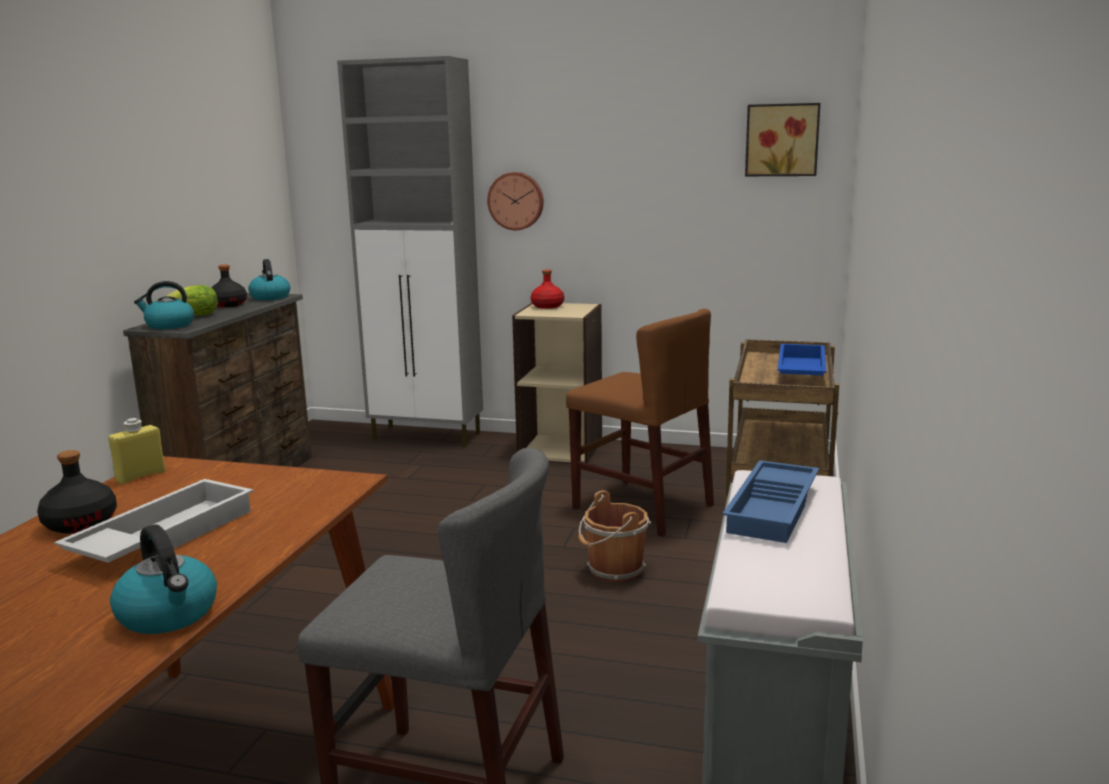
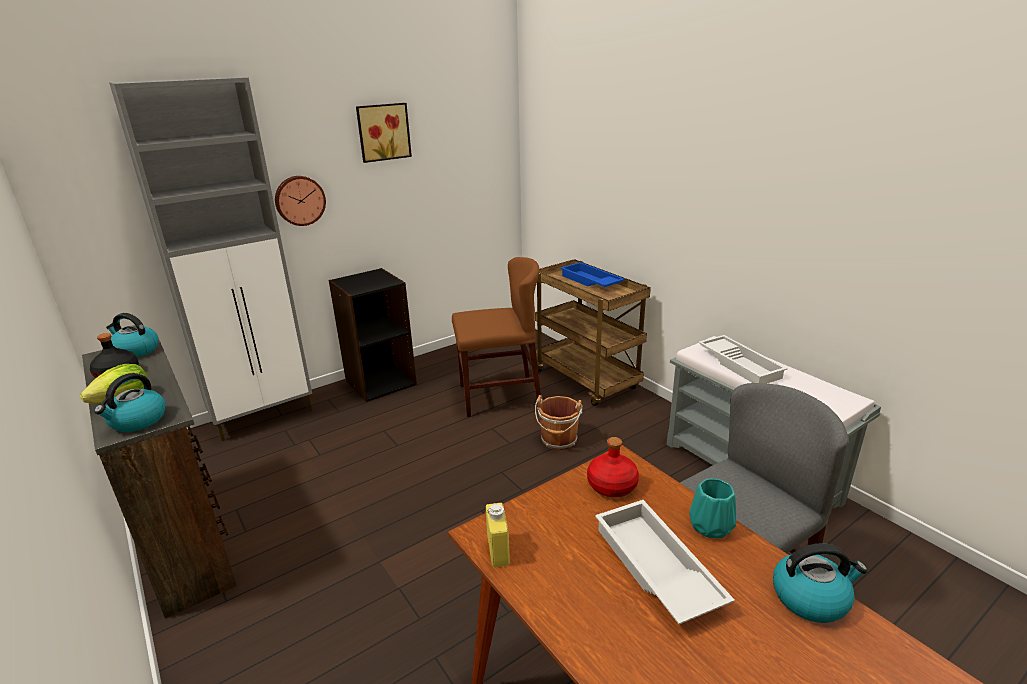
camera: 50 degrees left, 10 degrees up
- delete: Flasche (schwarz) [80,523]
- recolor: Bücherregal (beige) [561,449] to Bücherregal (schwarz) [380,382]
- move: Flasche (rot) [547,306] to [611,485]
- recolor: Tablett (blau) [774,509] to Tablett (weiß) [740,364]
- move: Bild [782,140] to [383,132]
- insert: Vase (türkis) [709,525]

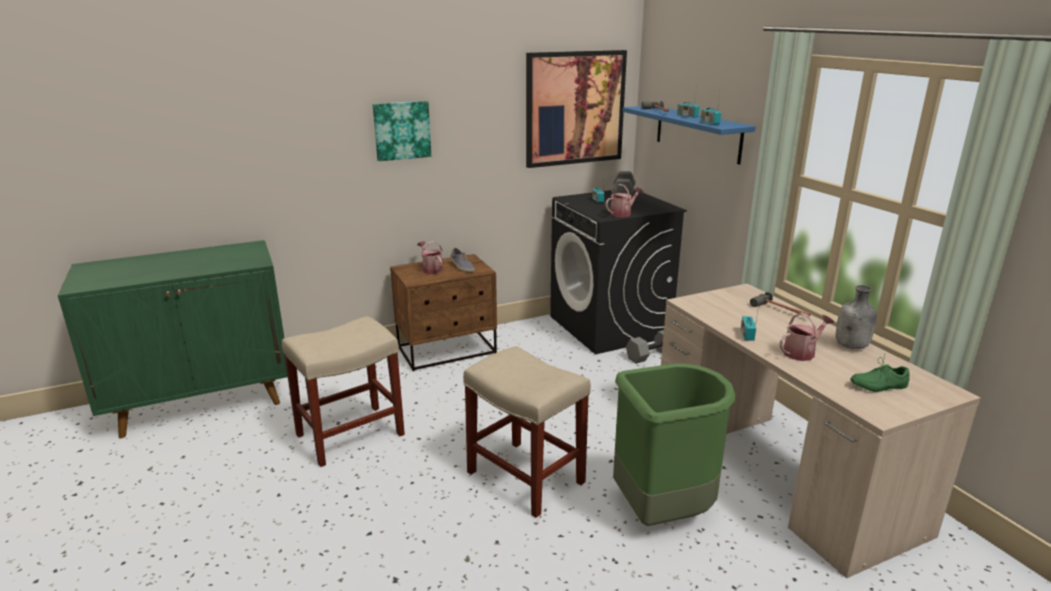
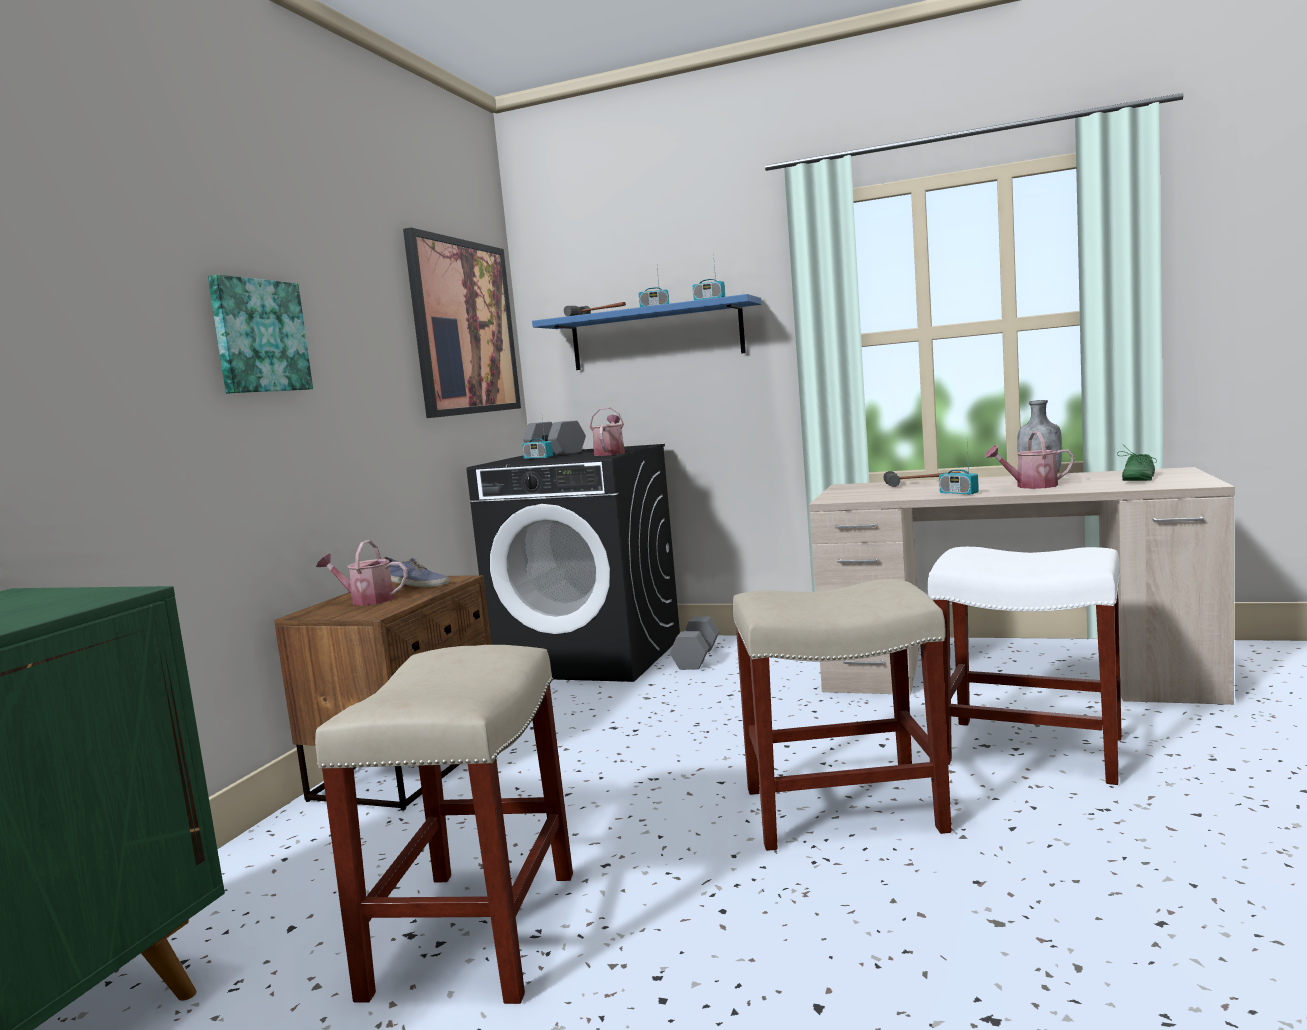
camera: 45 degrees left, 15 degrees down
- replace: Mülleimer (grün) [662,512] to Hocker (weiß) [1028,750]
- rotate: Gießkanne [802,352] = [1031,486] 105 degrees counterclockwise

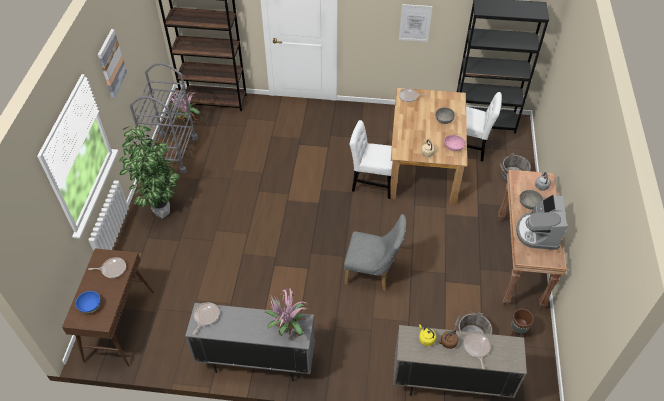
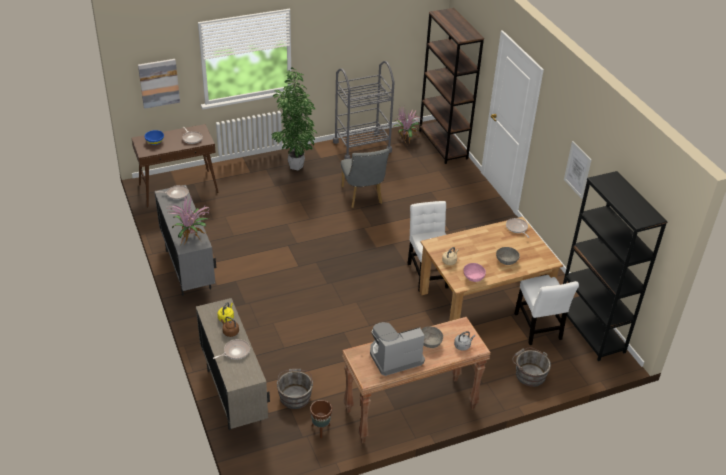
camera: 60 degrees right, 10 degrees down
- move: Bild [111,63] to [159,83]
- move: Stuhl (grau) [372,273] to [363,197]

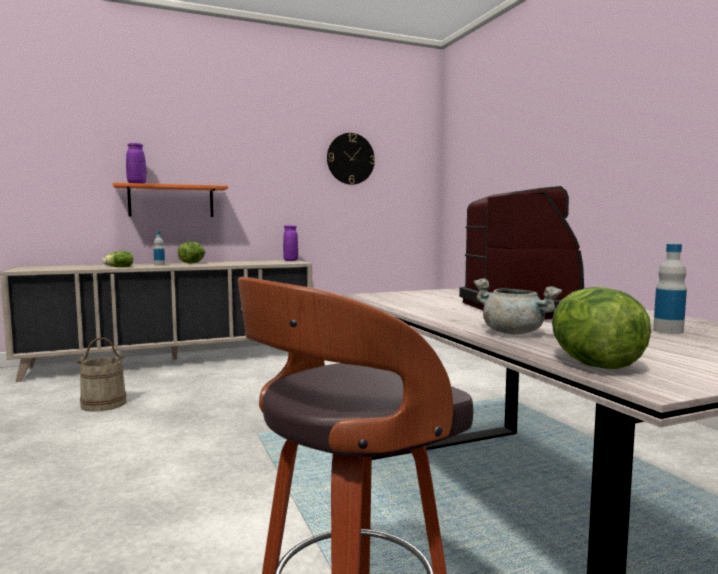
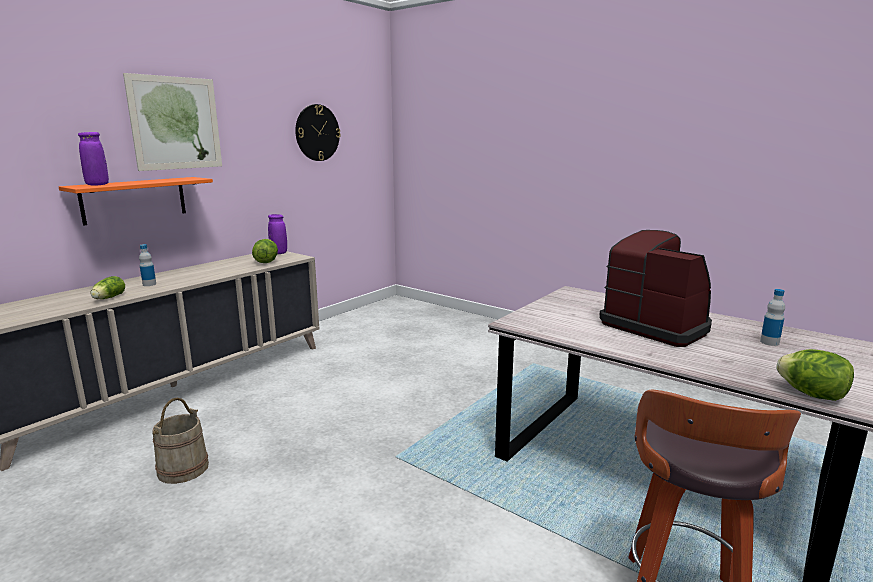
camera: 30 degrees left, 10 degrees up
- move: Salatkopf [192,263] to [266,262]
- delete: Kochtopf (grau) [514,333]
- insert: Bild [176,123]

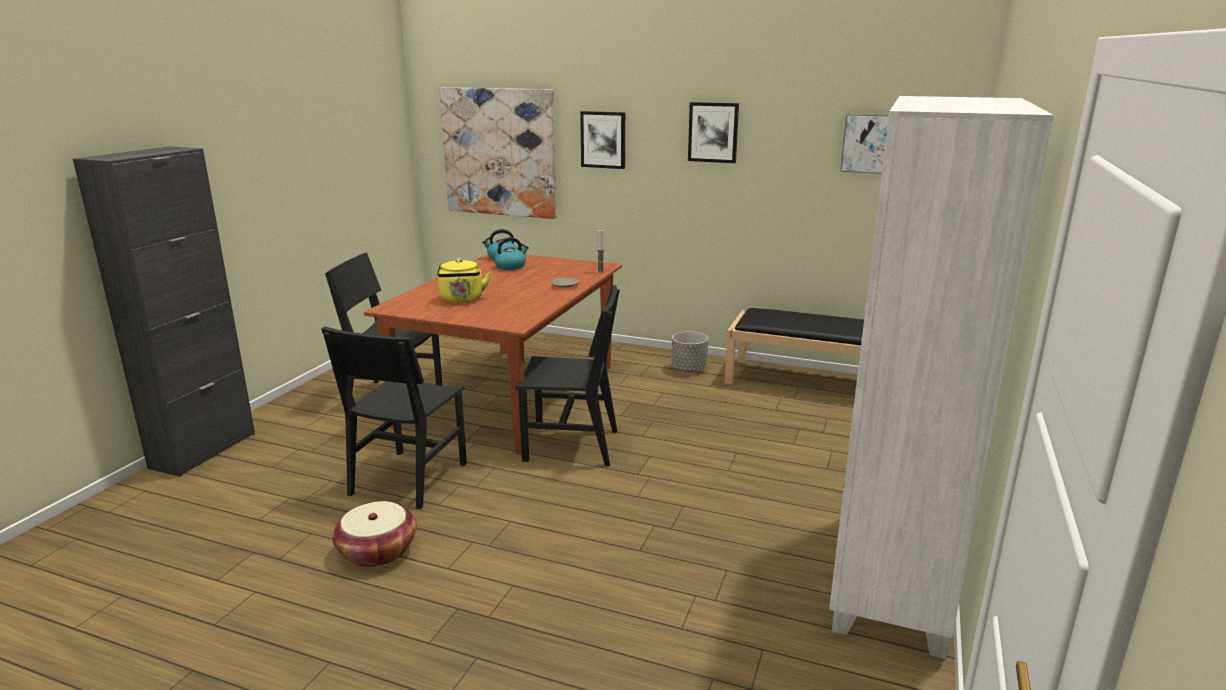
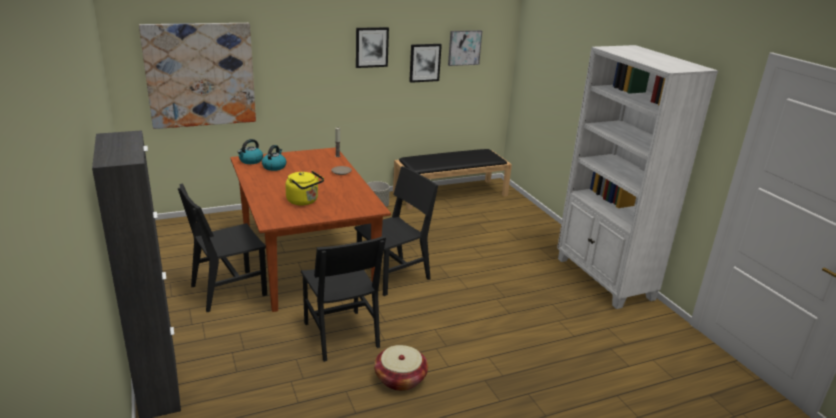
camera: 45 degrees left, 5 degrees up
- move: Bild [603,139] to [424,62]

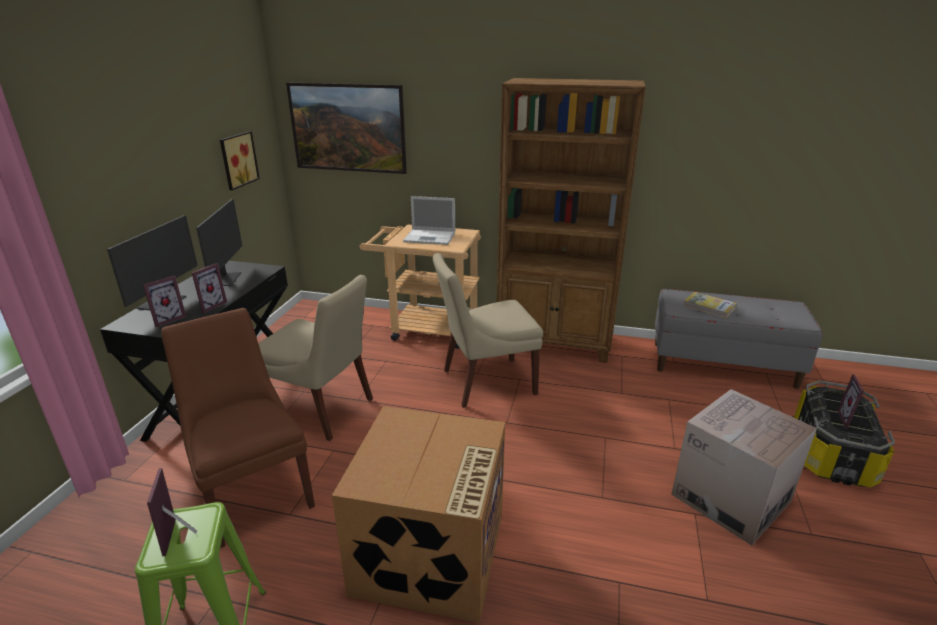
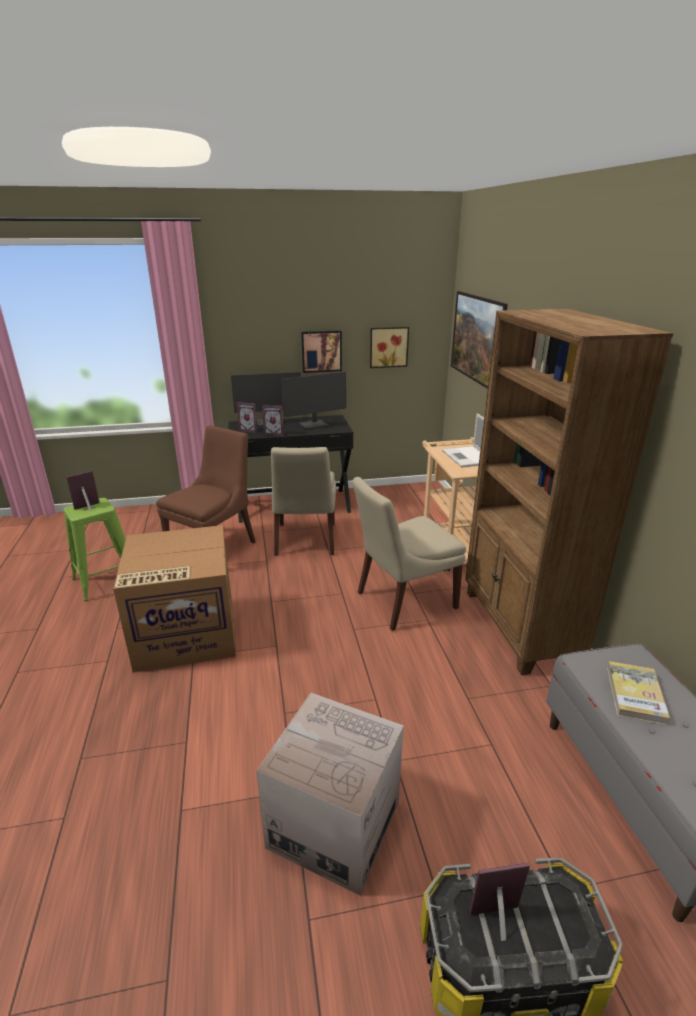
camera: 65 degrees right, 0 degrees up
- rotate: Stuhl (beige) [485,382] = [403,601] 75 degrees counterclockwise
- insert: Bild [321,351]

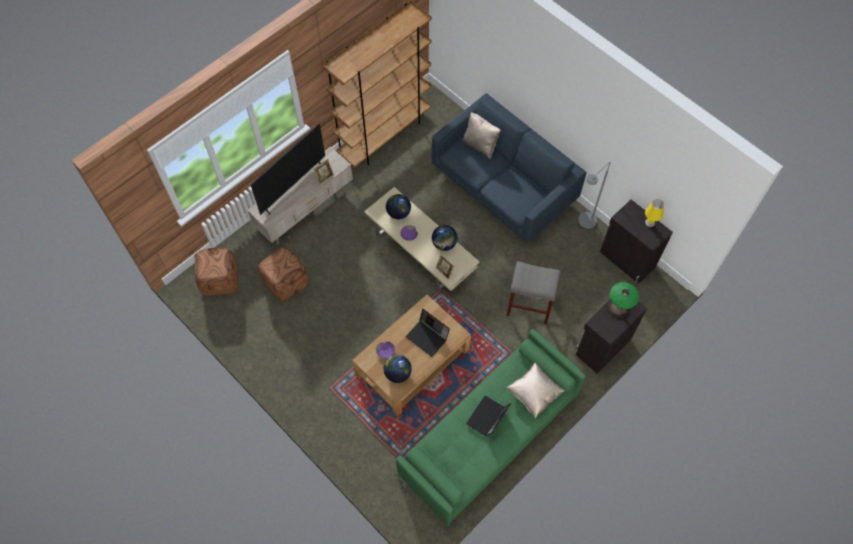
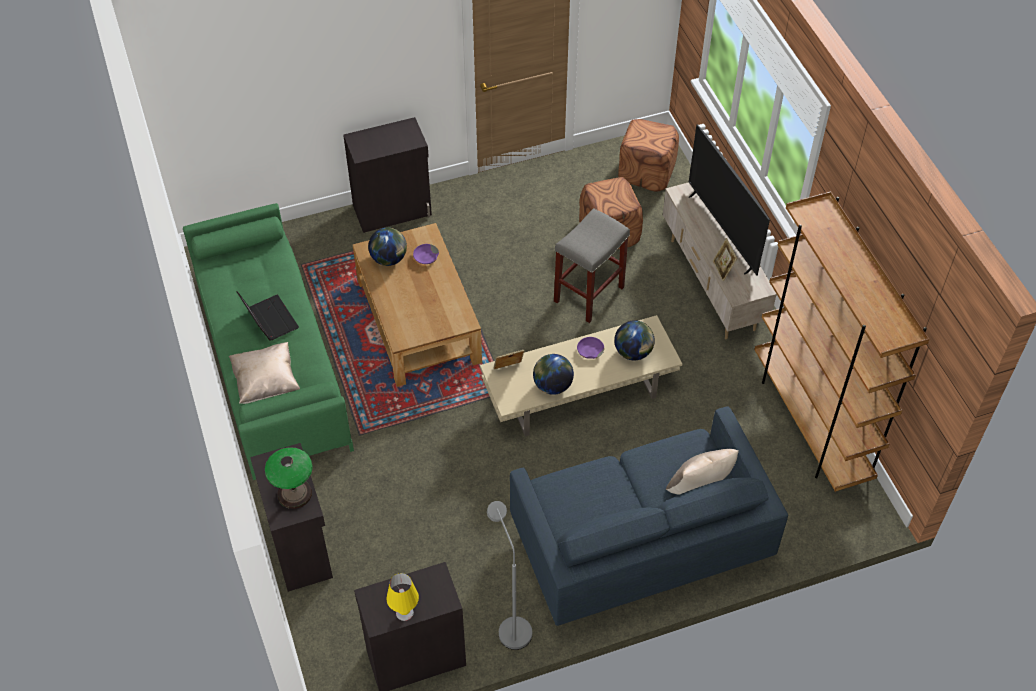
camera: 115 degrees right, 10 degrees down
- delete: Laptop [428,337]
- move: Hocker (grau) [528,306] to [589,293]
- insert: Schrank (schwarz) [393,211]

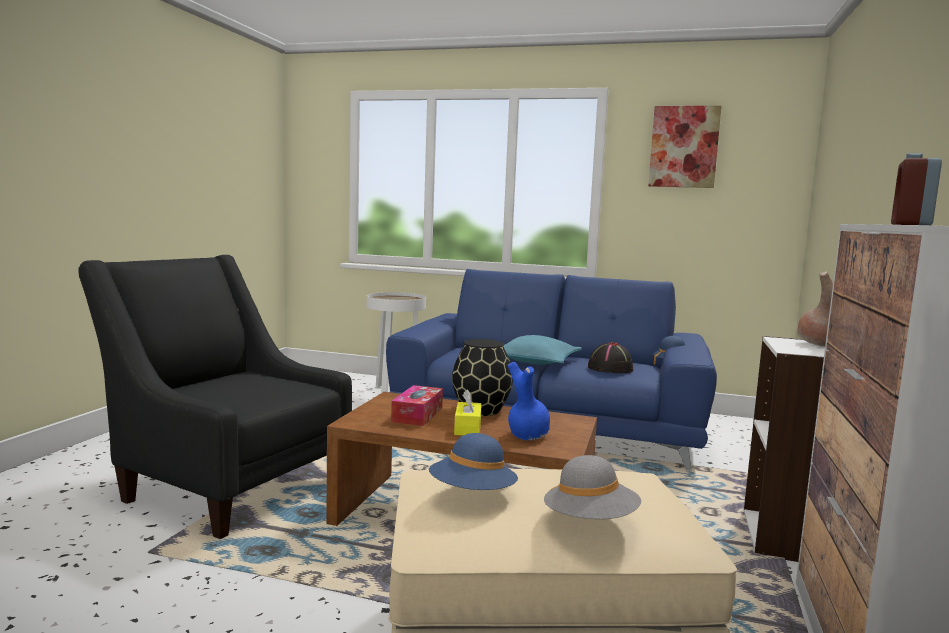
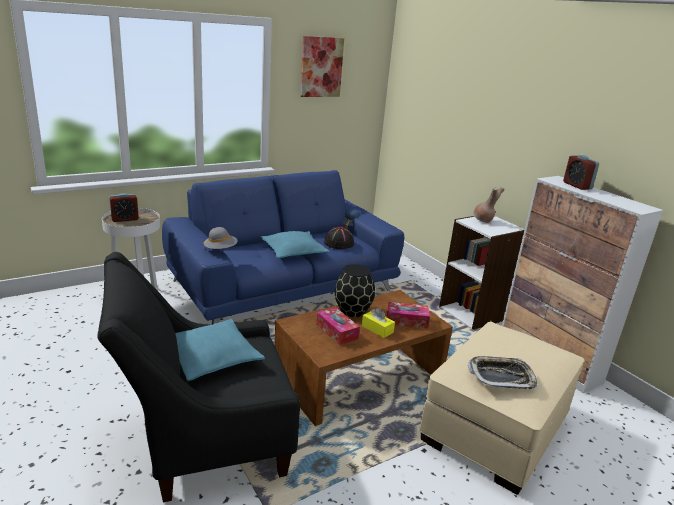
camera: 50 degrees left, 15 degrees up
- replace: Hut (blau) [472,495] to Tablett [501,376]
- replace: Vase (blau) [526,436] to Taschentuchbox [406,320]
- move: Hut (grau) [590,522] to [220,249]
- insert: Wecker [125,219]
- insert: Kissen (türkis) [211,357]

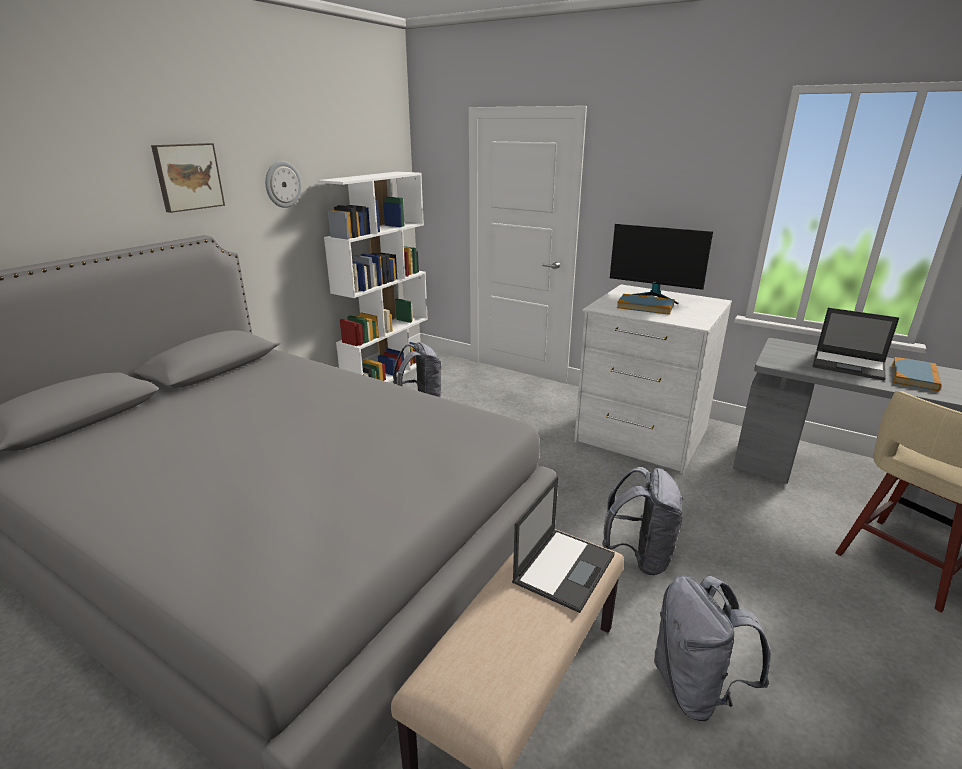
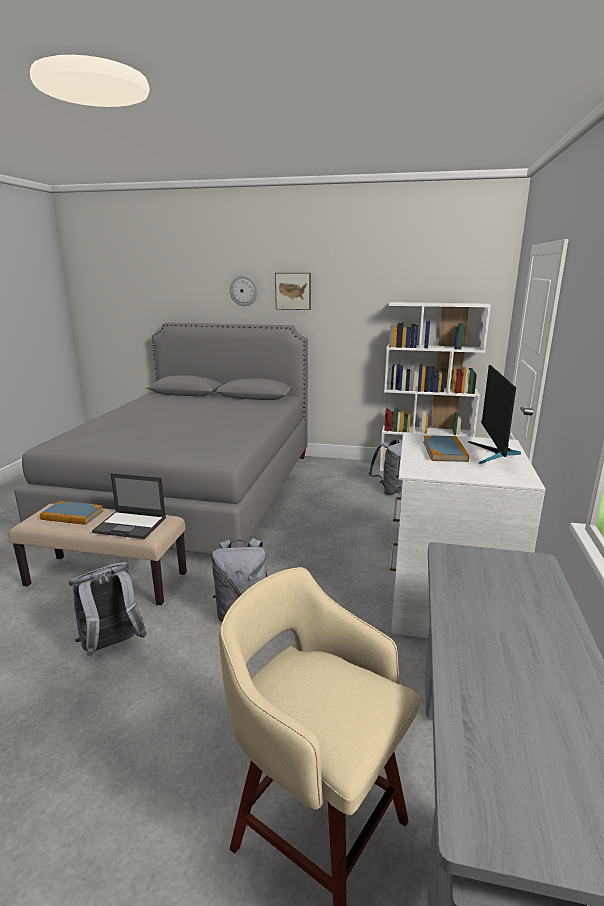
camera: 70 degrees right, 5 degrees down
- move: Wanduhr [282,184] to [244,290]
- delete: Laptop [849,365]
- move: Buch [914,376] to [72,515]

